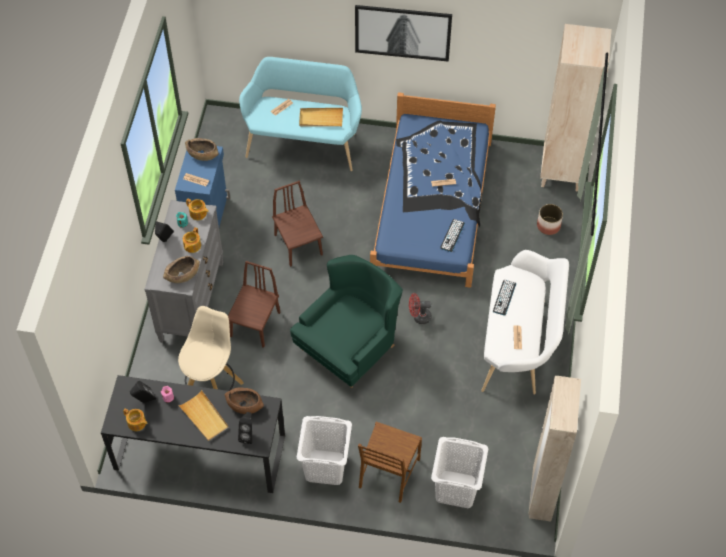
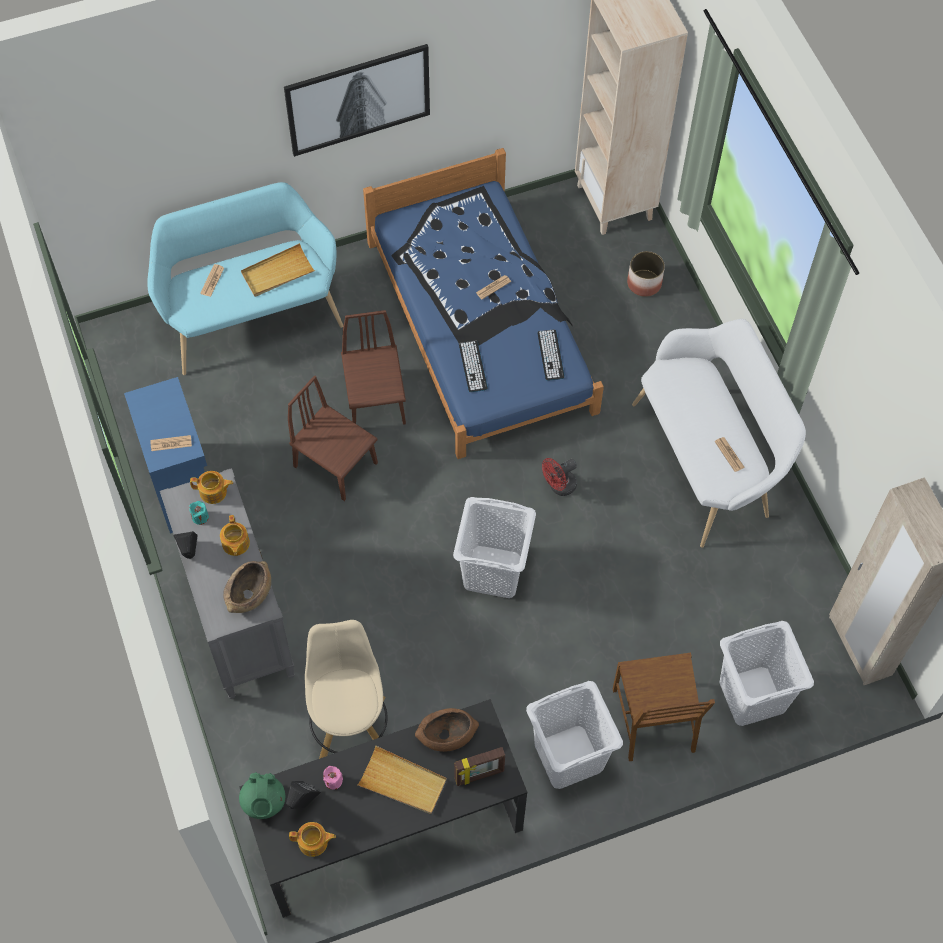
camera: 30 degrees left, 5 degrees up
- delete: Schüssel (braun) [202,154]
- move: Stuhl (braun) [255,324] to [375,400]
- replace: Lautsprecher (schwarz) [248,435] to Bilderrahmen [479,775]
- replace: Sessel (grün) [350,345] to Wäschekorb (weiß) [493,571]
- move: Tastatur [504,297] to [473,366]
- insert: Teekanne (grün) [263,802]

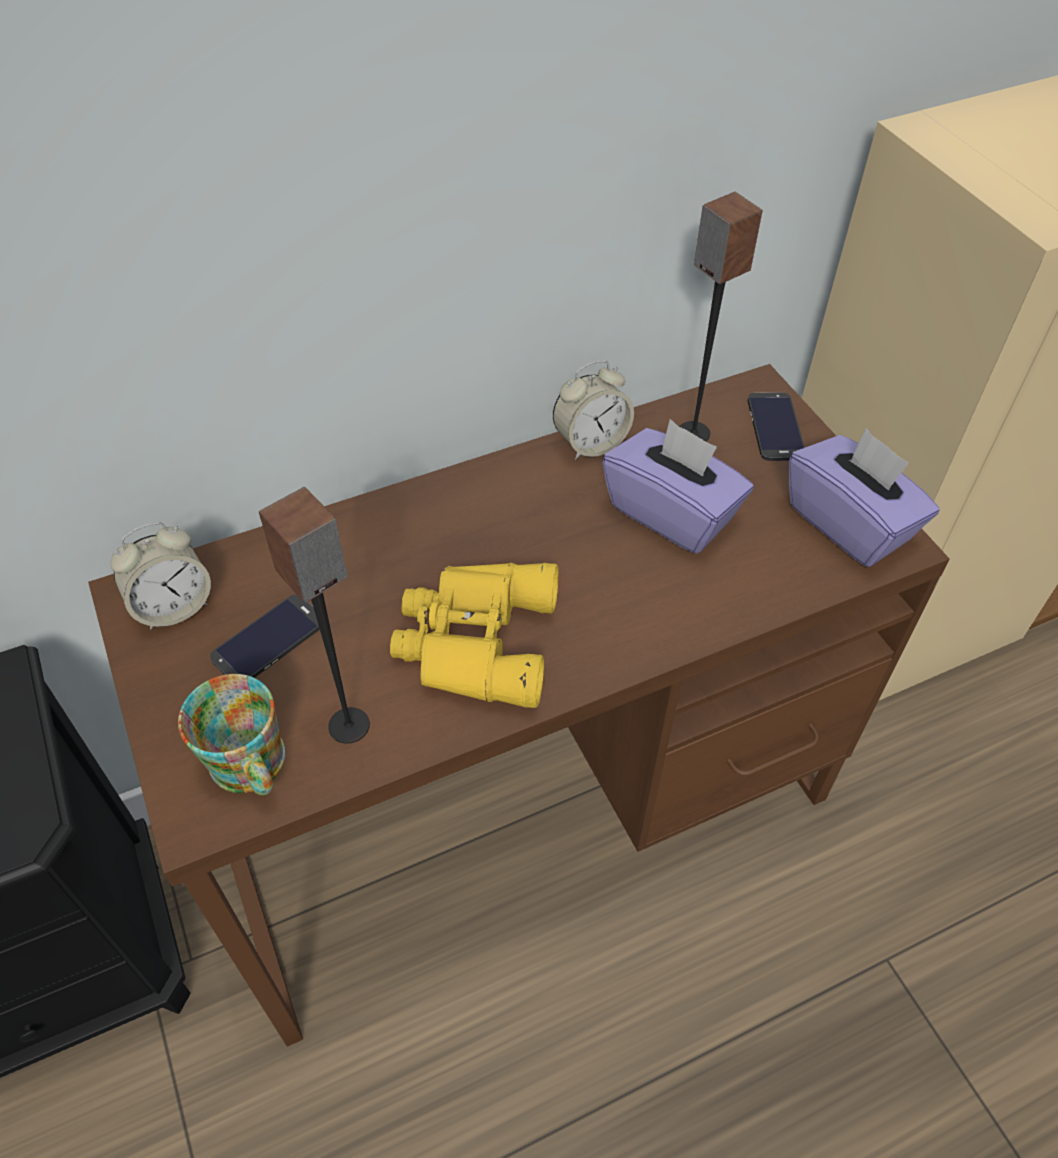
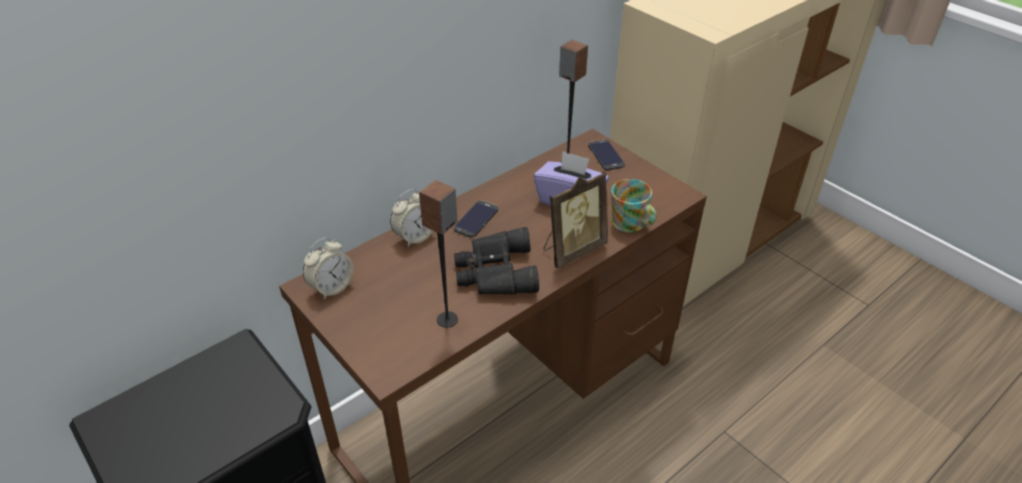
camera: 15 degrees left, 10 degrees down
- move: Henkelbecher [250,769] to [632,224]
- move: Handy [269,640] to [476,219]
- recolor: Fernglas (gelb) [473,641] to Fernglas (schwarz) [494,272]
- move: Wecker [590,443] to [415,237]
- delete: Taschentuchbox (lila) [850,523]
- insert: Bilderrahmen [572,250]

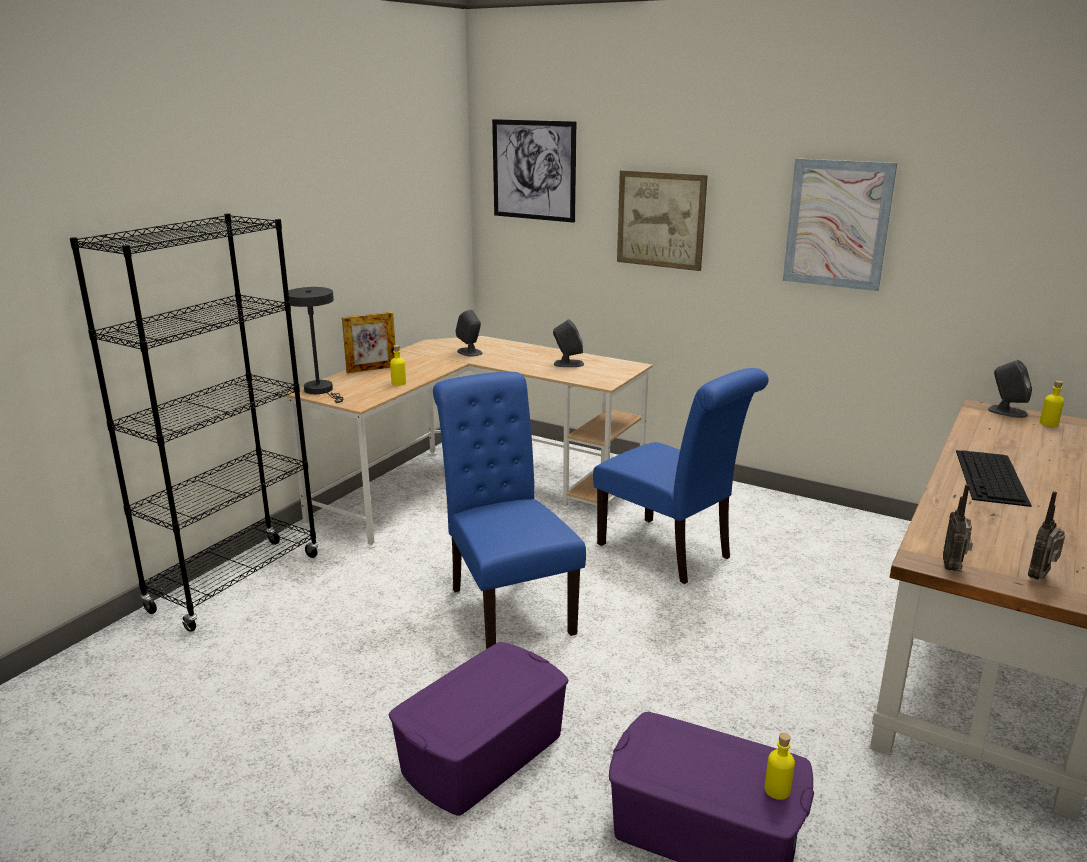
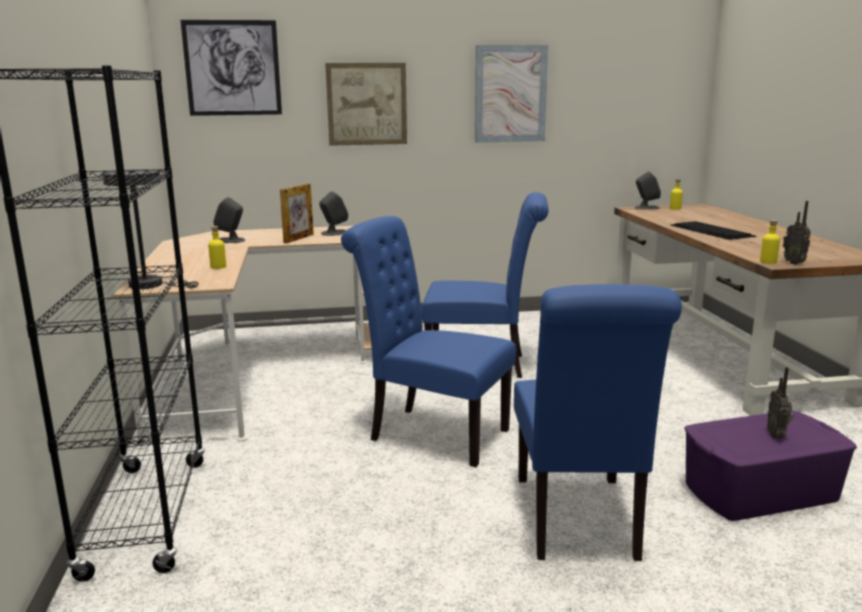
camera: 40 degrees left, 5 degrees down
- move: Bilderrahmen [371,369] to [298,238]
- replace: Aufbewahrungsbox (lila) [481,753] to Stuhl (blau) [578,522]
- move: Flasche (gelb) [777,790] to [768,262]
- move: Radio [1041,577] to [777,436]

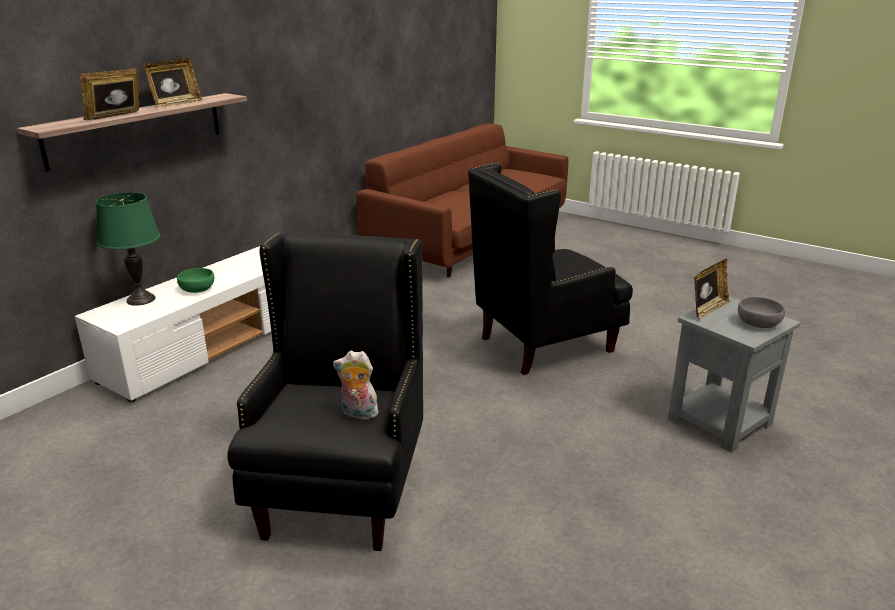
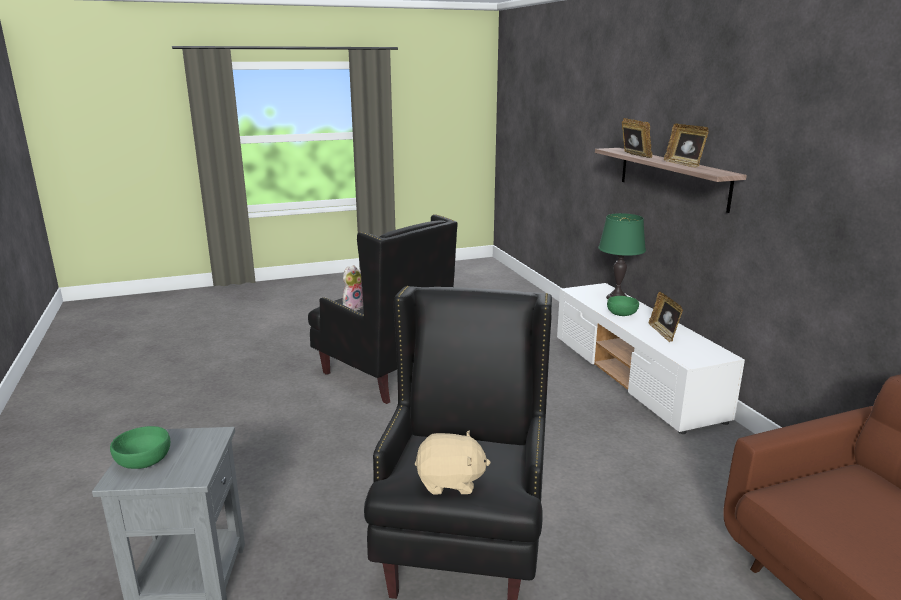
camera: 125 degrees right, 5 degrees down
- move: Bilderrahmen [707,309] to [663,333]
- recolor: Schüssel (grau) [758,323] to Schüssel (grün) [144,461]
- insert: Plüschtier (beige) [450,482]

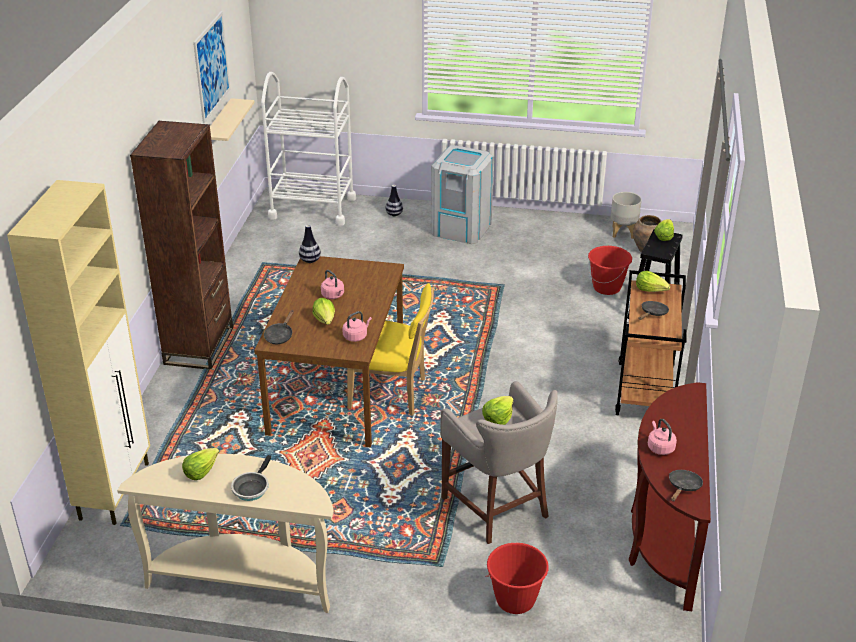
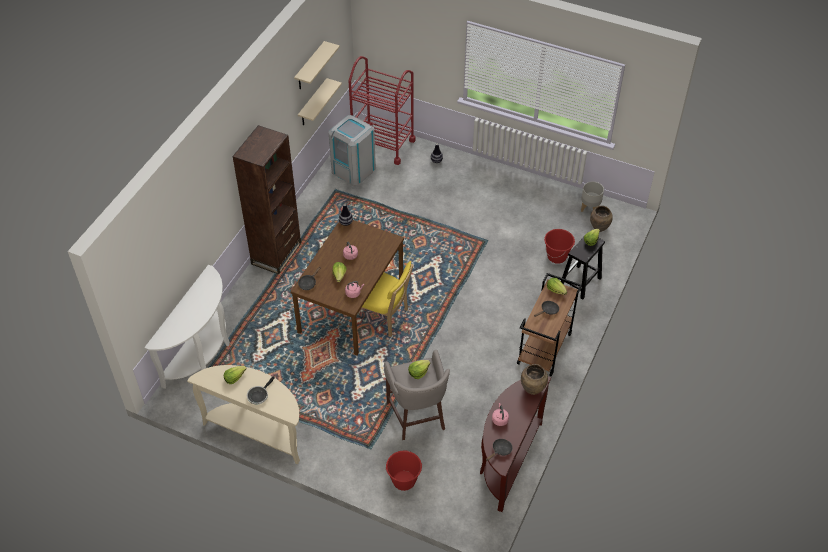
camera: 15 degrees right, 15 degrees up
- replace: Schrank (beige) [115,490] to Konsolentisch (weiß) [202,354]
- replace: Bild [211,66] to Wandregal (beige) [310,67]
- recolor: Rollwagen (weiß) [312,208] to Rollwagen (rot) [383,144]
- move: Mülleimer (grau) [461,228] to [353,169]
- insert: Vase (braun) [532,389]

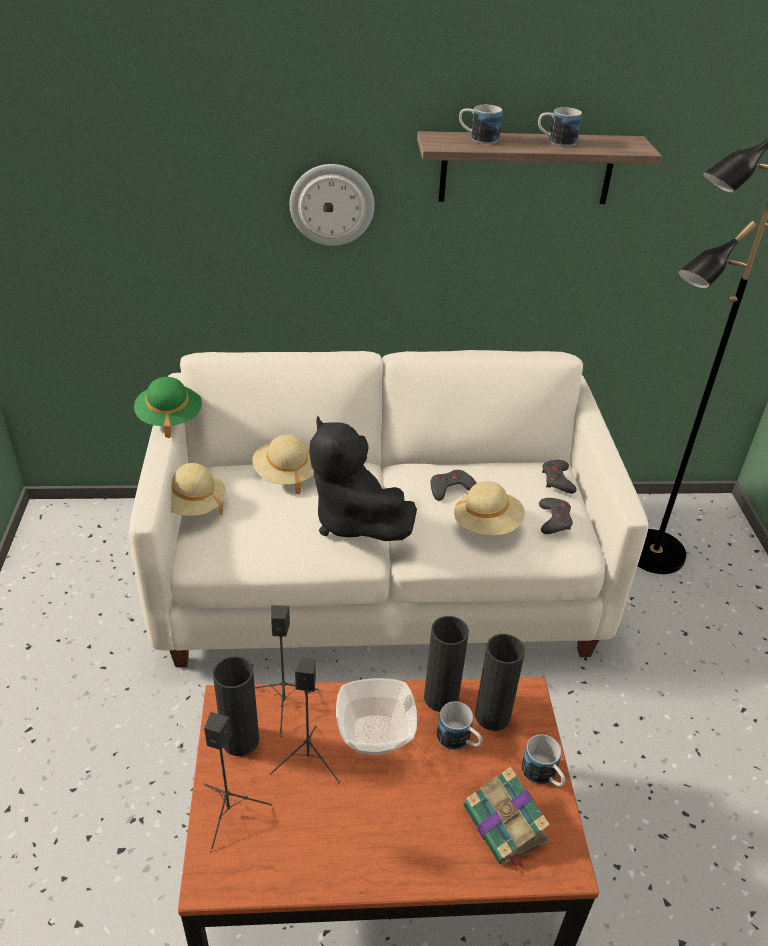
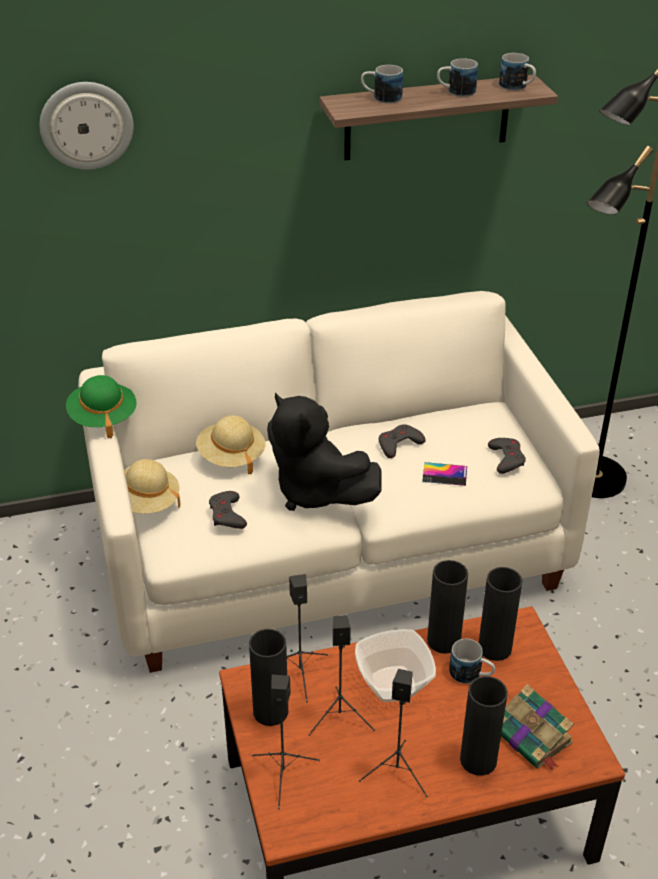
camera: 10 degrees left, 0 degrees up
- move: Wanduhr [332,204] to [86,125]
- replace: Hut (beige) [487,525] to Handy [444,474]
- move: Henkelbecher [543,776] to [517,87]
- move: Gamepad (grau) [557,480] to [227,514]
- insert: Lautsprecher (schwarz) [398,772]
- insert: Vase (schwarz) [478,760]

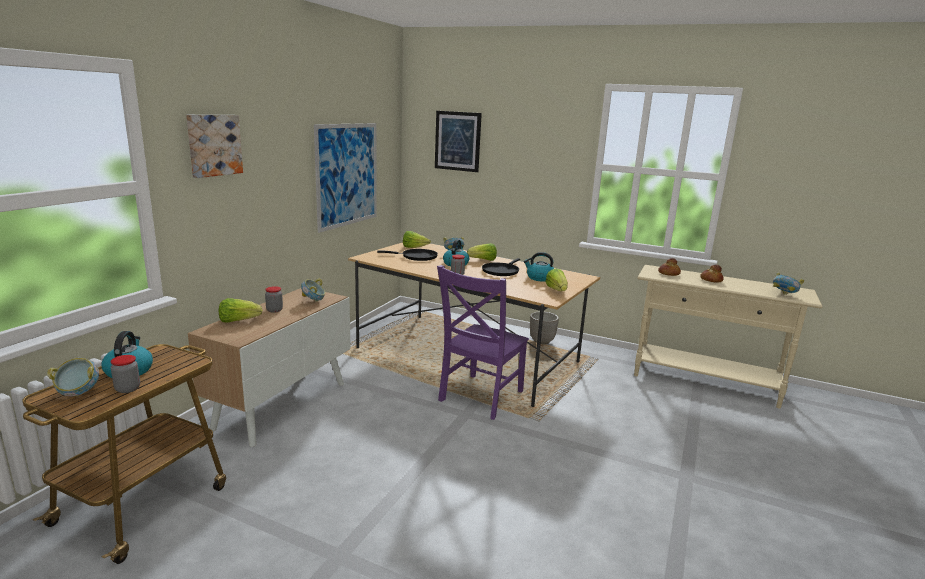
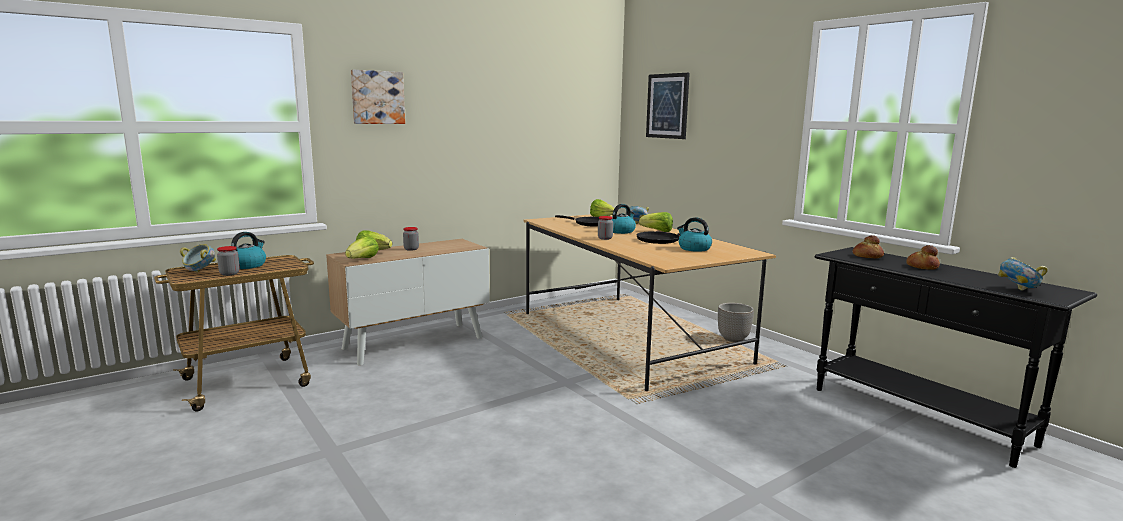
camera: 30 degrees right, 5 degrees down
- delete: Schüssel [313,301]
- delete: Bild [347,175]
- delete: Stuhl (lila) [479,397]
- move: Salatkopf [557,290] to [363,259]
- recolor: Konsolentisch (beige) [705,382] to Konsolentisch (schwarz) [919,416]

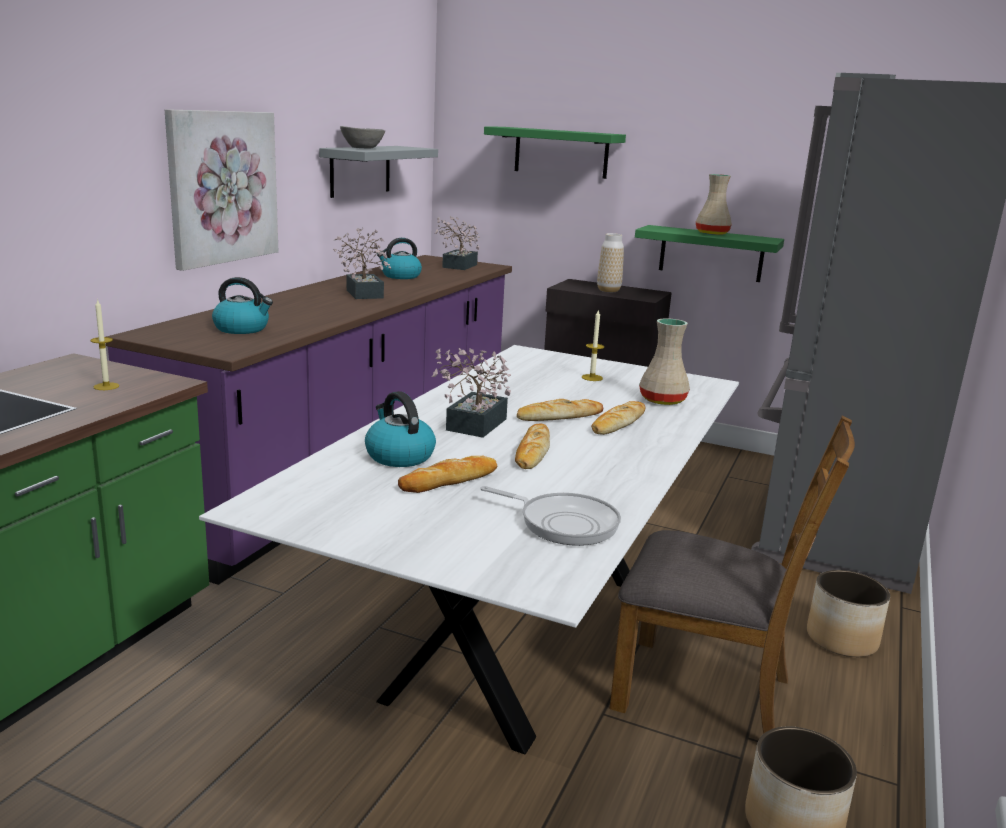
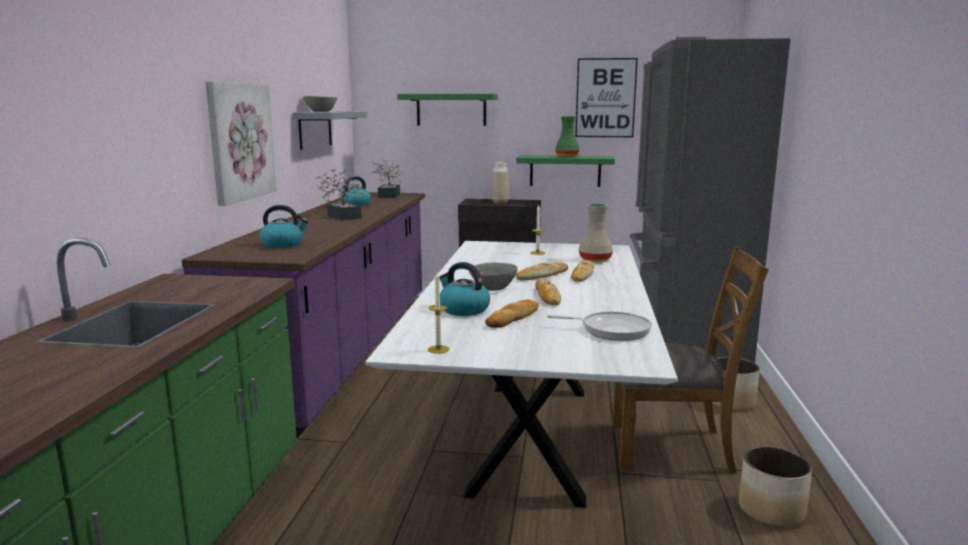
camera: 15 degrees left, 5 degrees down
- move: Kerze [106,386] to [438,349]
- replace: Topfpflanze [472,427] to Schüssel (grau) [492,288]
- recolor: Vase (beige) [712,233] to Vase (grün) [567,156]
- insert: Bild [605,98]

